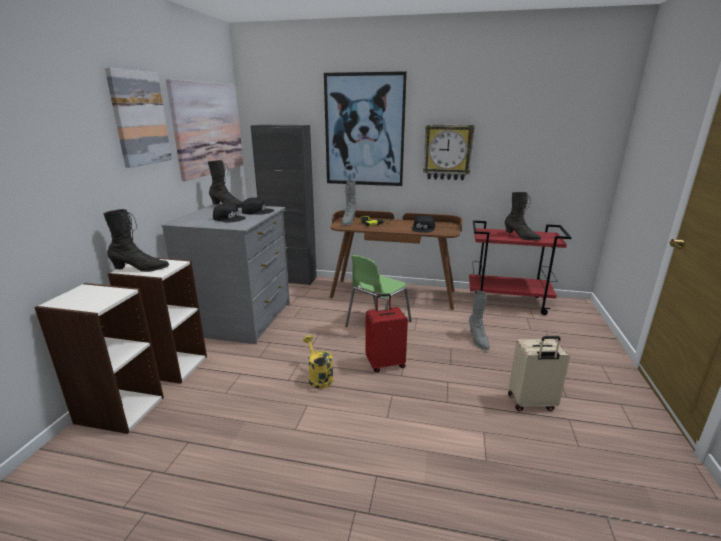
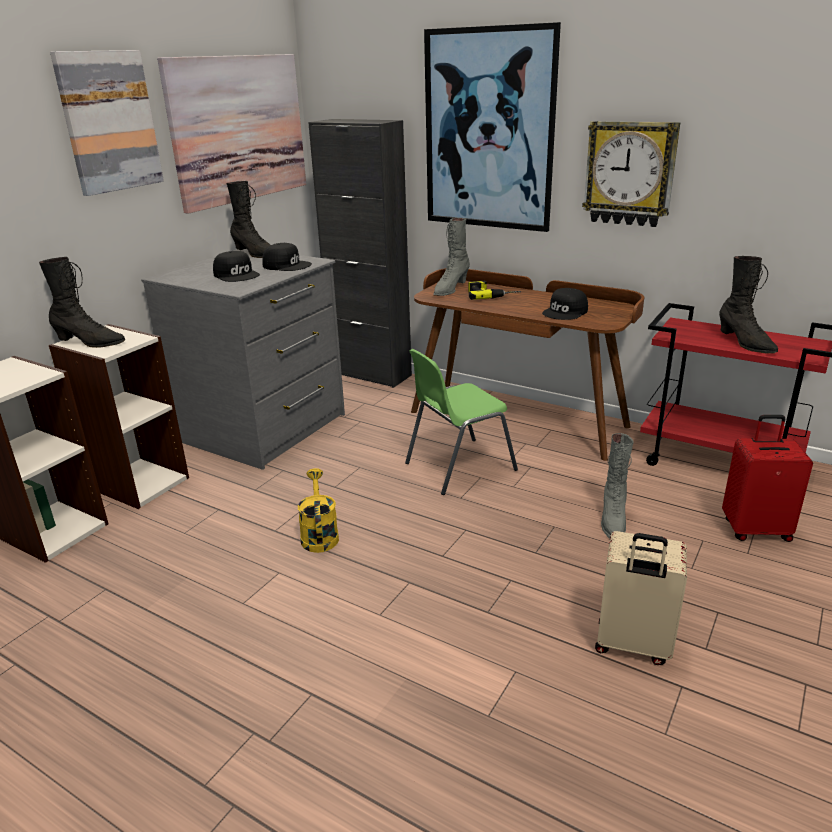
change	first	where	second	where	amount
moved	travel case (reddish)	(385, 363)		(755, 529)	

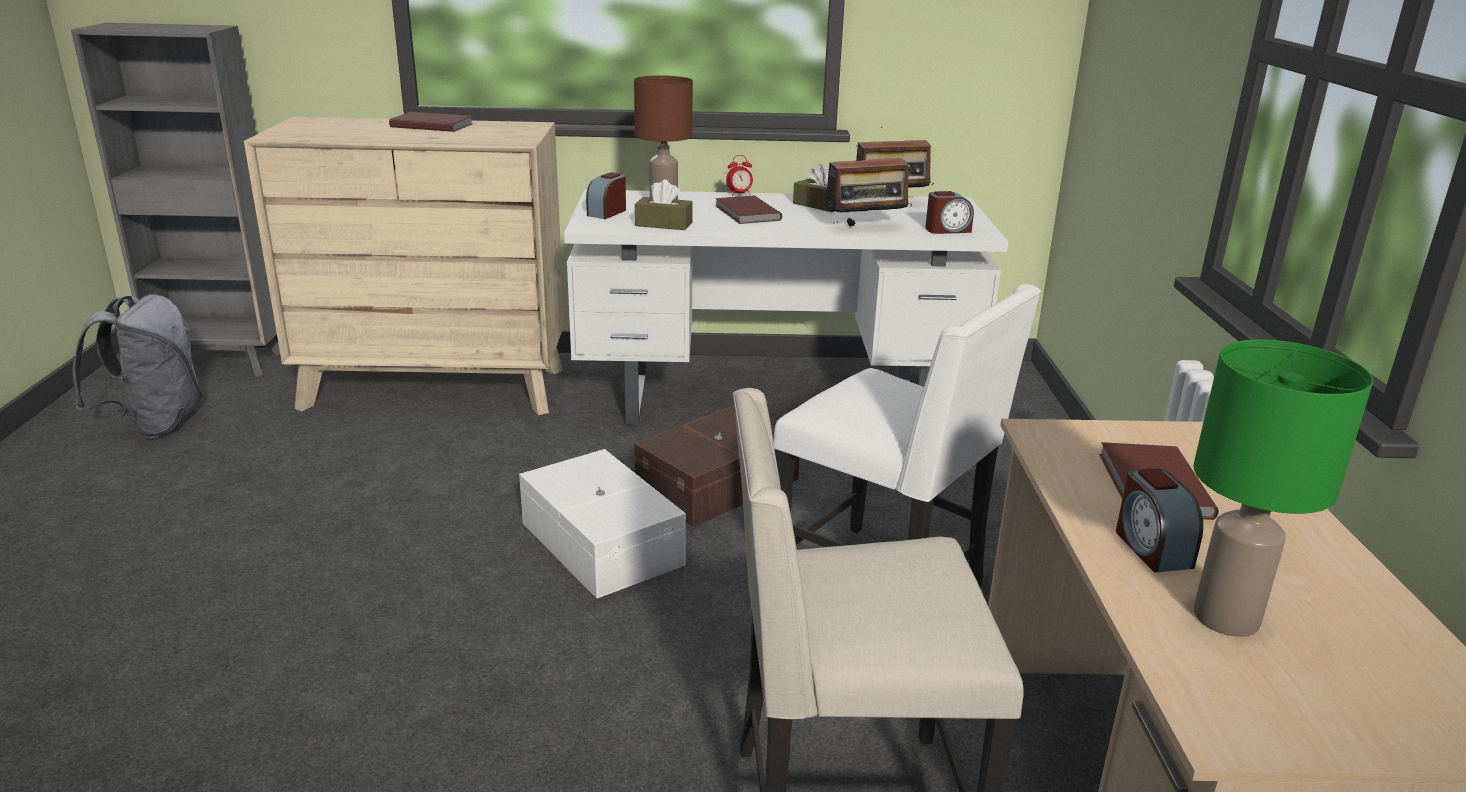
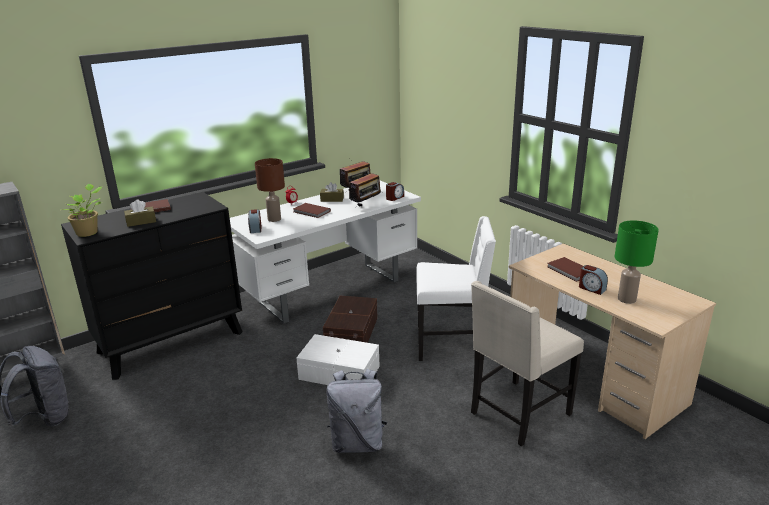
change	first	where	second	where	amount
added			houseplant	(89, 233)	
added			rucksack (greyish)	(357, 443)	
moved	tissue box (brownish)	(663, 224)		(141, 222)	
recoloured	drawer chest (beige-coloured)	(435, 388)	drawer chest (blackish)	(171, 342)	

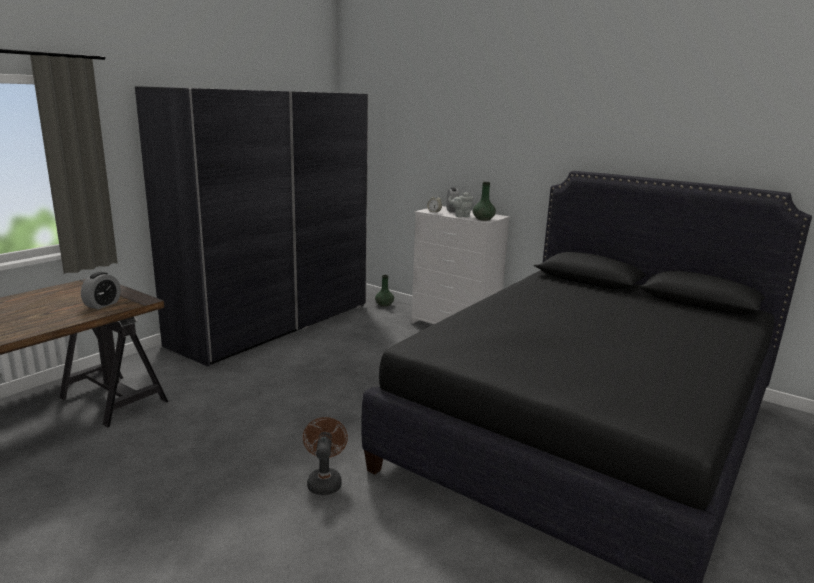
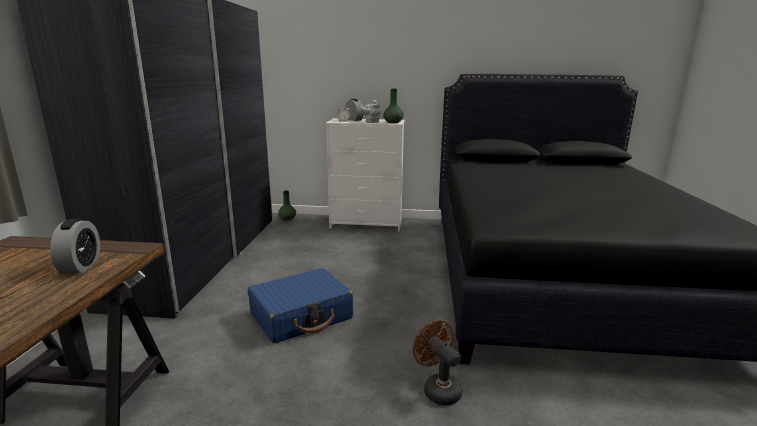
change	first	where	second	where	amount
added			travel case (blue-coloured)	(301, 316)	

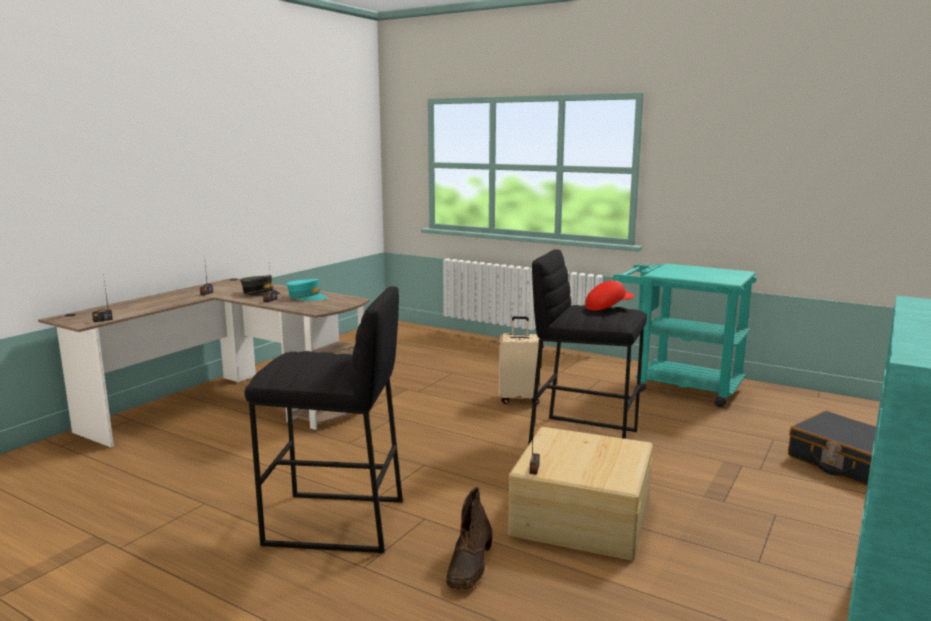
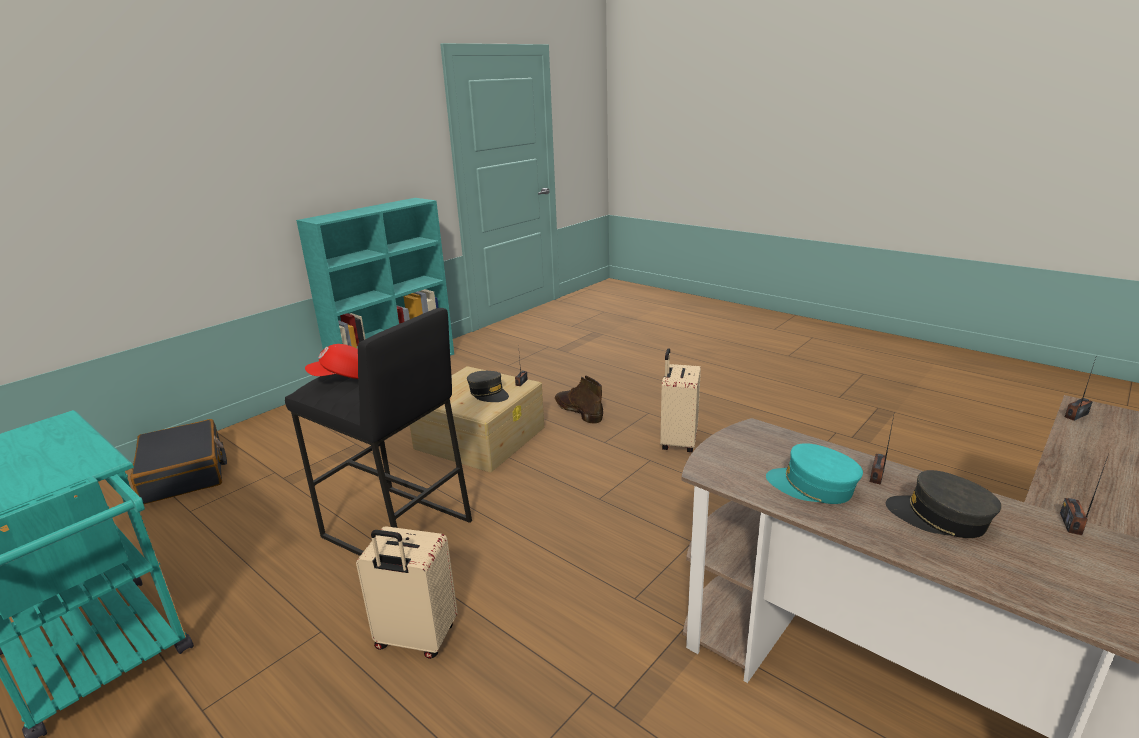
change	first	where	second	where	amount
added			cap (greyish)	(488, 393)	
replaced	stool (blackish)	(334, 523)	travel case (beige-coloured)	(677, 442)	
turned	tall boot (brownish)	(470, 565)		(578, 411)	60 degrees counterclockwise

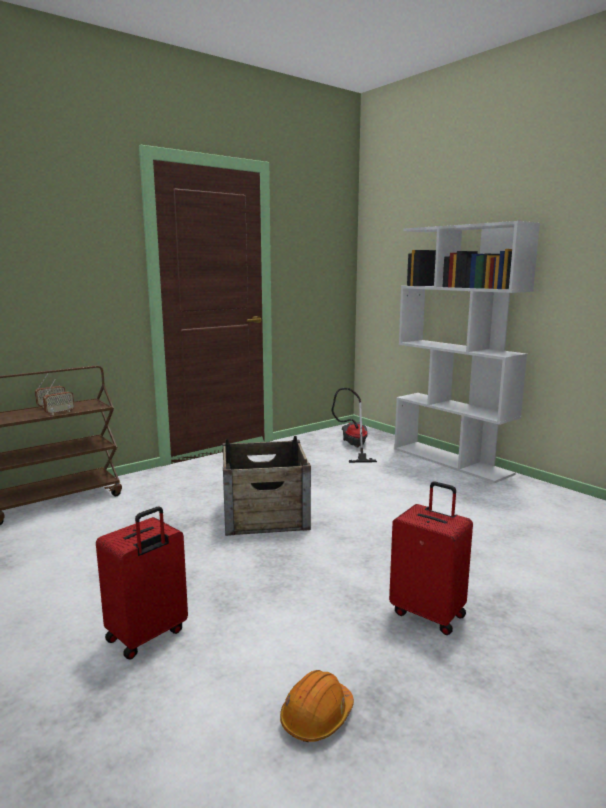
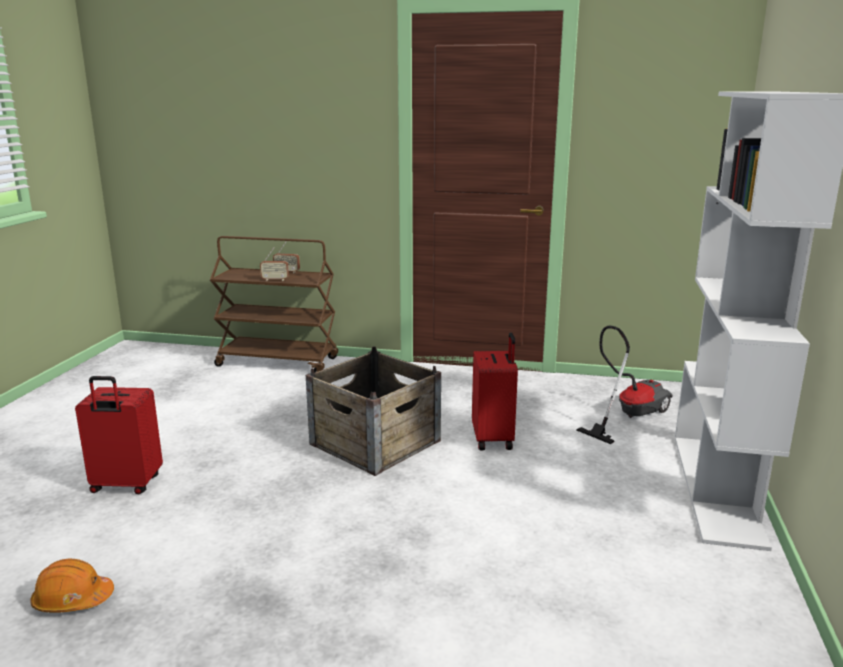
change	first	where	second	where	amount
moved	travel case (reddish)	(429, 613)		(494, 439)	

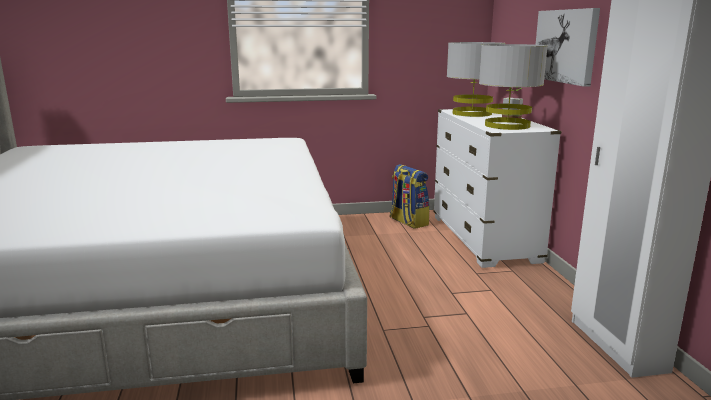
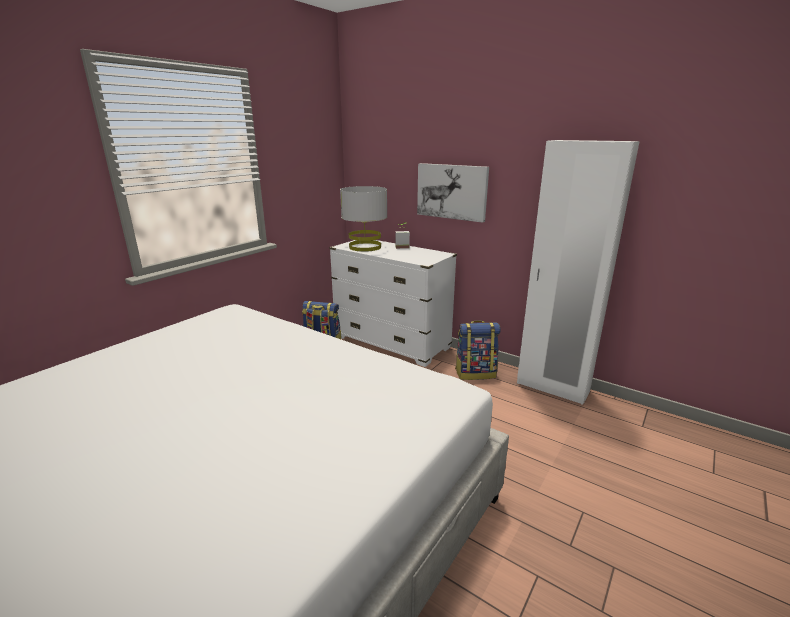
change	first	where	second	where	amount
removed	table lamp (greyish)	(507, 125)			
added			rucksack	(475, 373)	

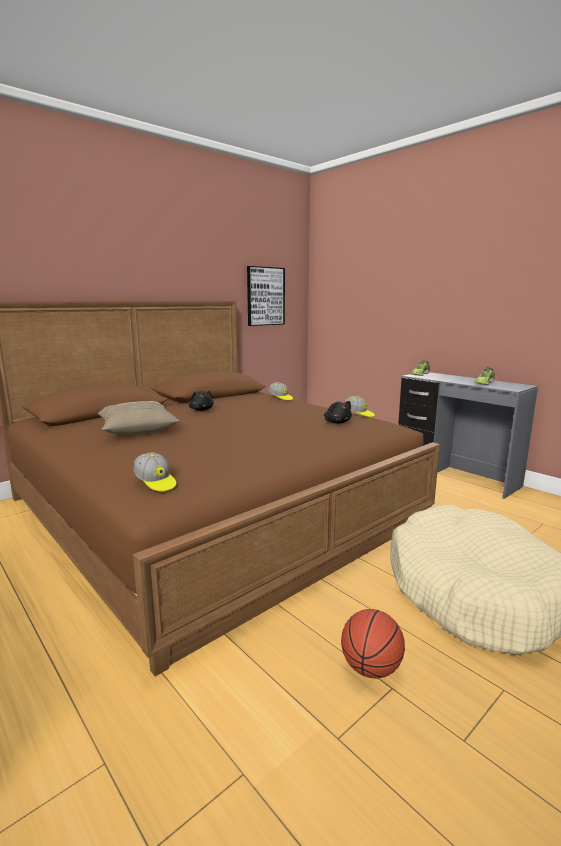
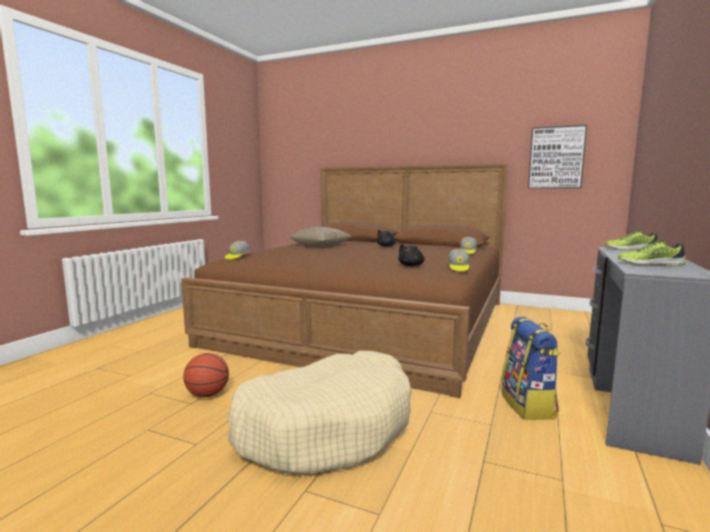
change	first	where	second	where	amount
added			rucksack	(528, 405)	

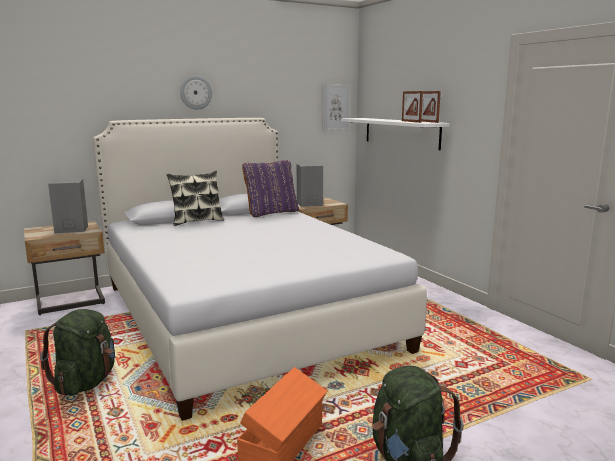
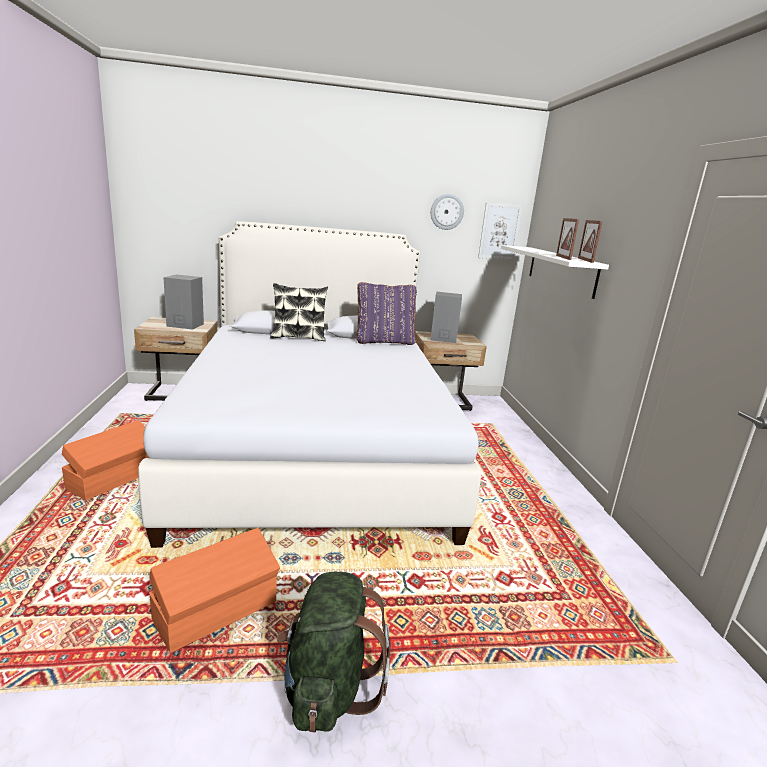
change	first	where	second	where	amount
moved	wall clock	(196, 92)		(447, 212)	
replaced	rucksack (green)	(86, 382)	storage box (orange)	(115, 478)	

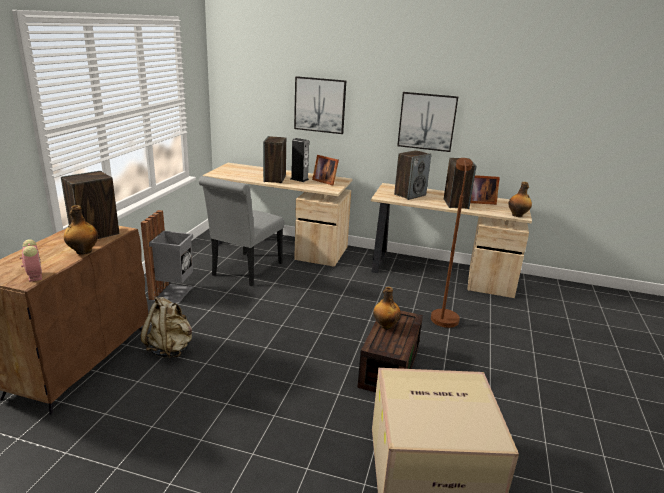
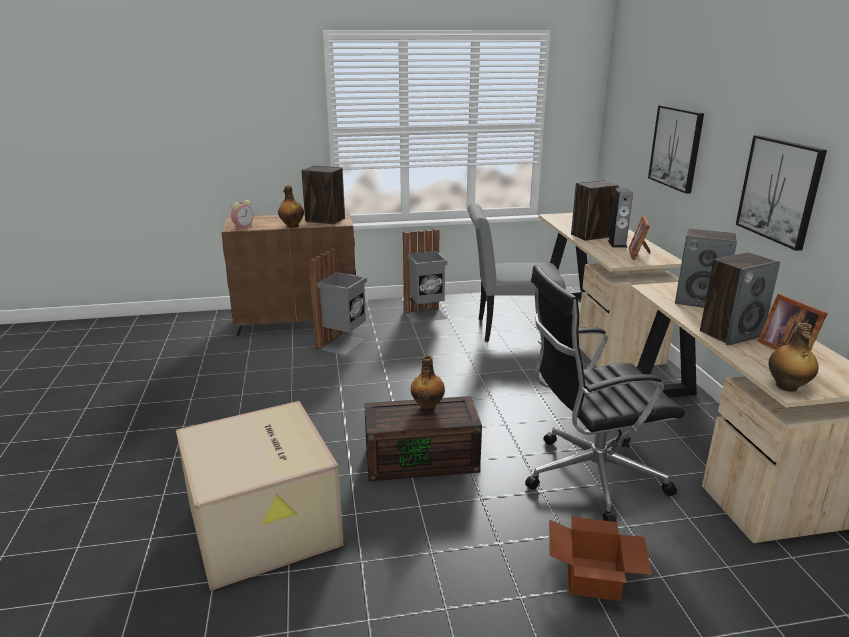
change	first	where	second	where	amount
added			cardboard box	(594, 579)	
replaced	rucksack (beige-coloured)	(170, 349)	rubbish bin (greyish)	(343, 344)	
replaced	standard lamp (brownish)	(443, 315)	office chair (blackish)	(590, 477)	

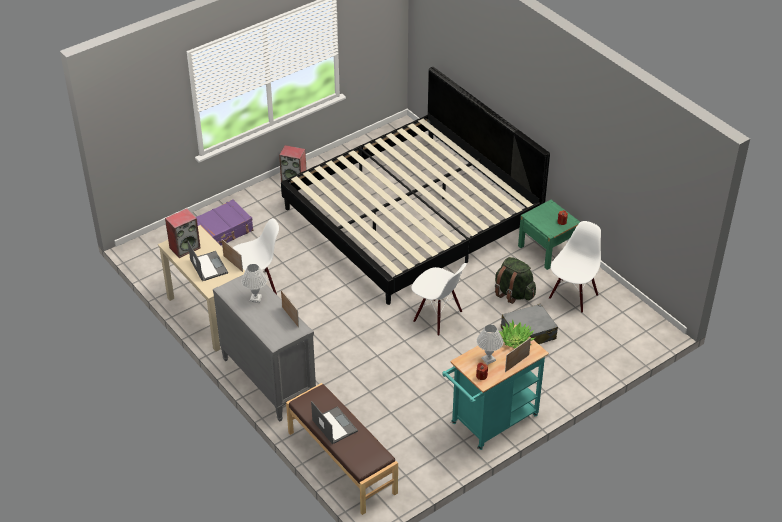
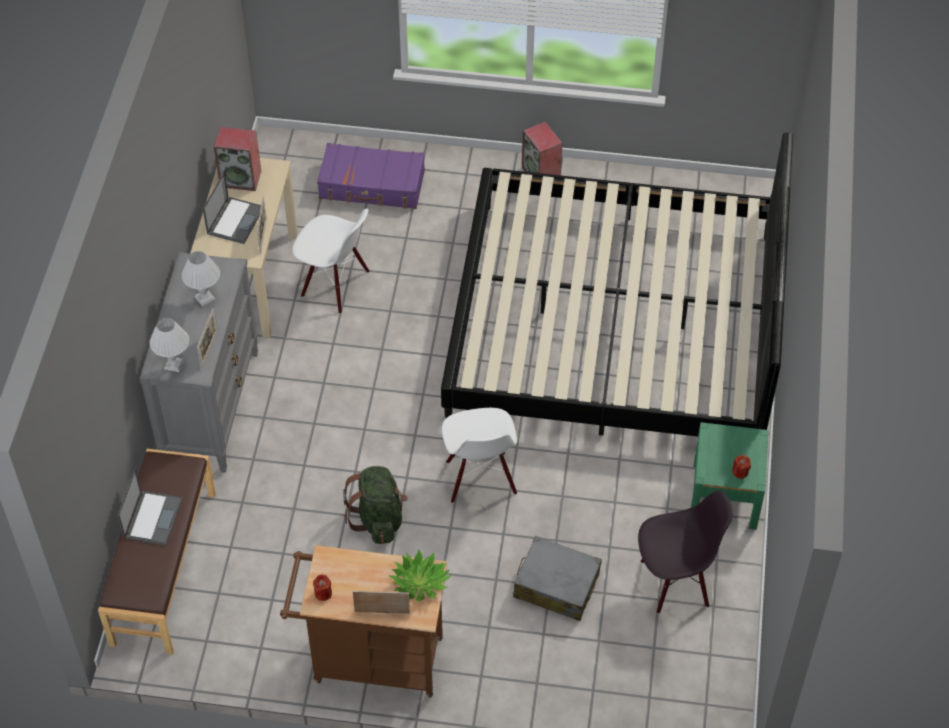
change	first	where	second	where	amount
moved	table lamp (whitish)	(489, 359)		(174, 365)	
moved	rucksack (green)	(513, 293)		(378, 519)	
recoloured	trolley (turquoise)	(490, 423)	trolley (brownish)	(370, 659)	
recoloured	plain chair (whitish)	(572, 296)	plain chair (blackish)	(675, 582)	

